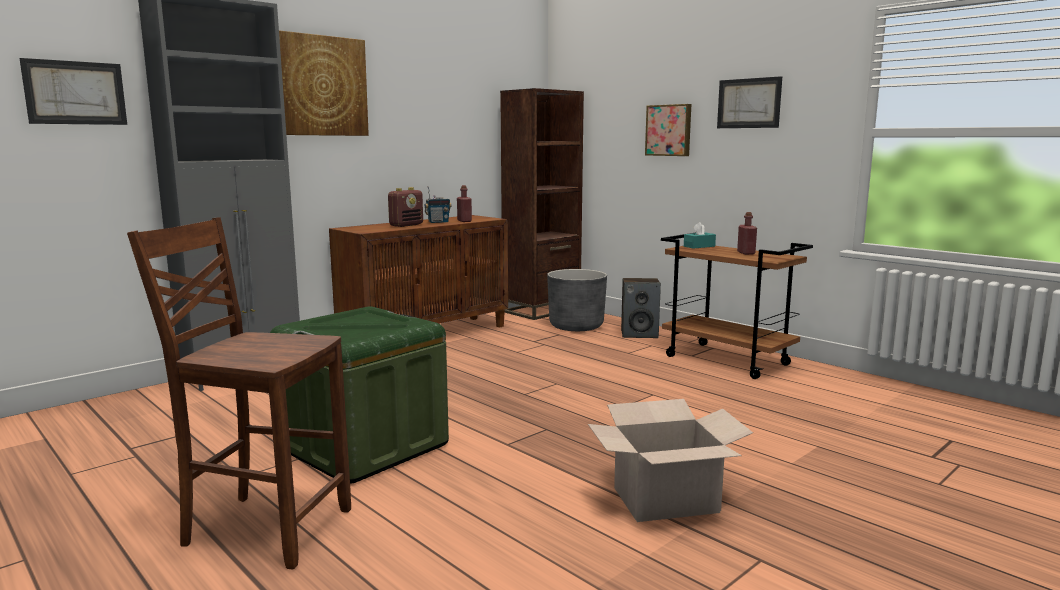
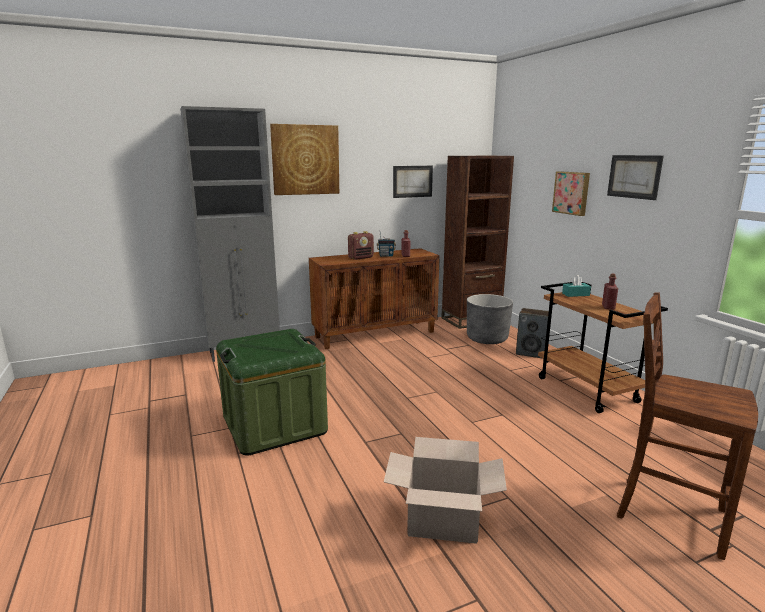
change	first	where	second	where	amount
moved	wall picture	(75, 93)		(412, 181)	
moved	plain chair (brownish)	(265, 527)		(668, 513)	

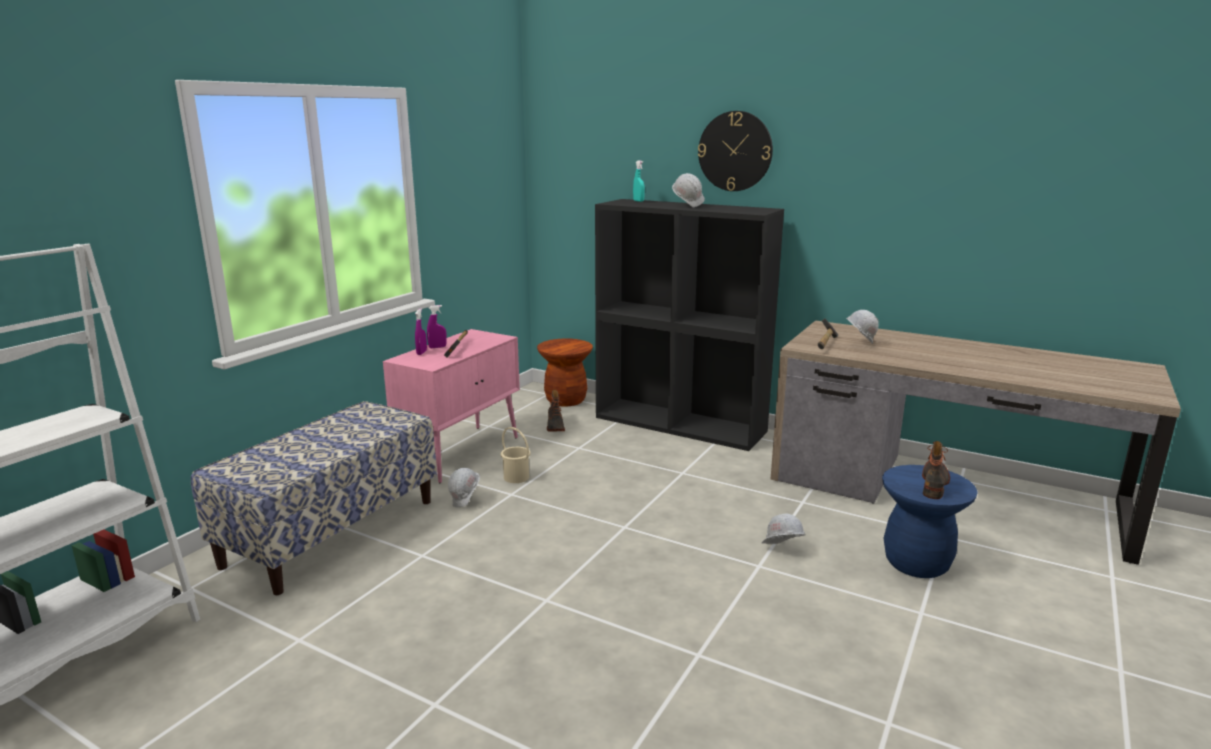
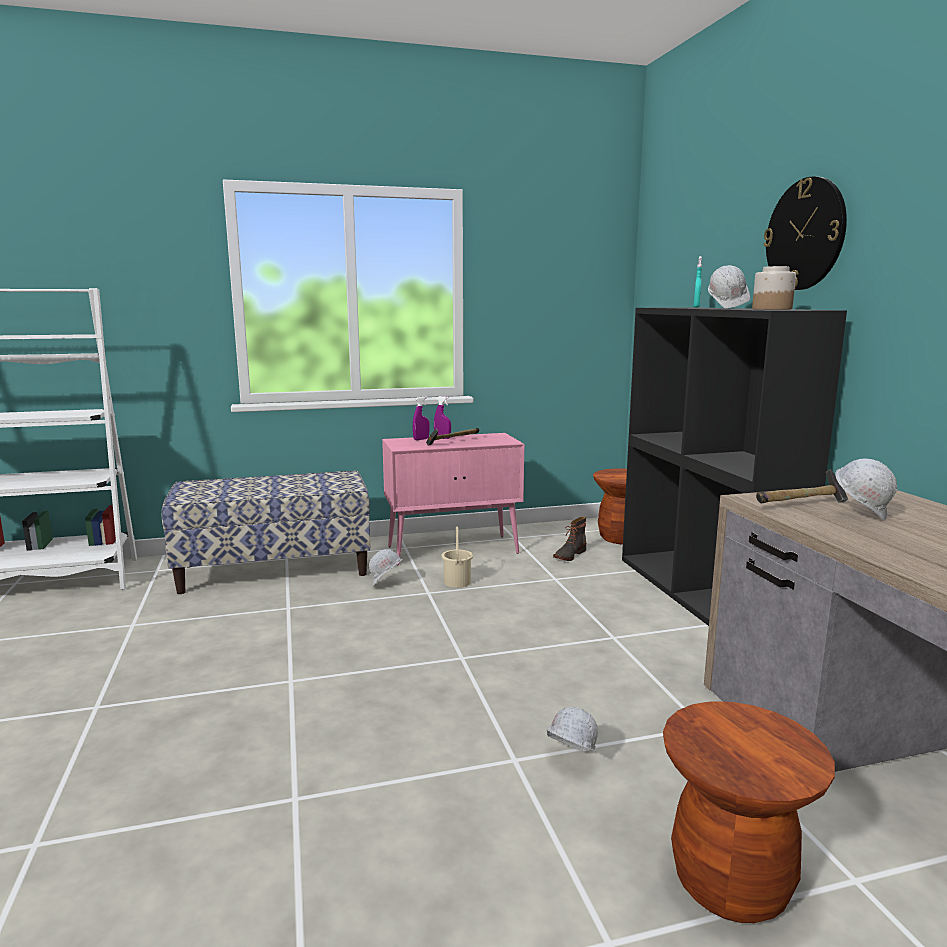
change	first	where	second	where	amount
removed	tall boot	(935, 483)			
added			storage jar	(771, 309)	
recoloured	stool (blue-coloured)	(916, 563)	stool (brownish)	(731, 883)	

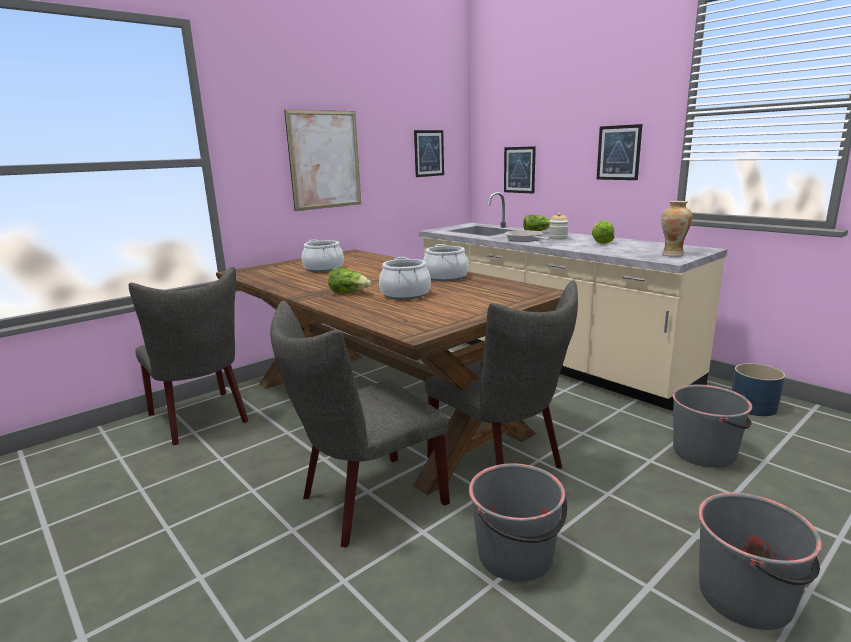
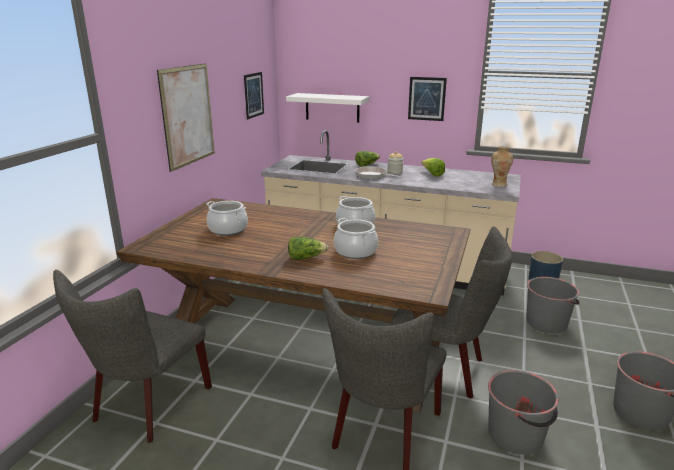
change	first	where	second	where	amount
replaced	wall picture	(519, 170)	shelf (whitish)	(332, 107)	
turned	plain chair (greyish)	(201, 419)		(147, 407)	90 degrees clockwise

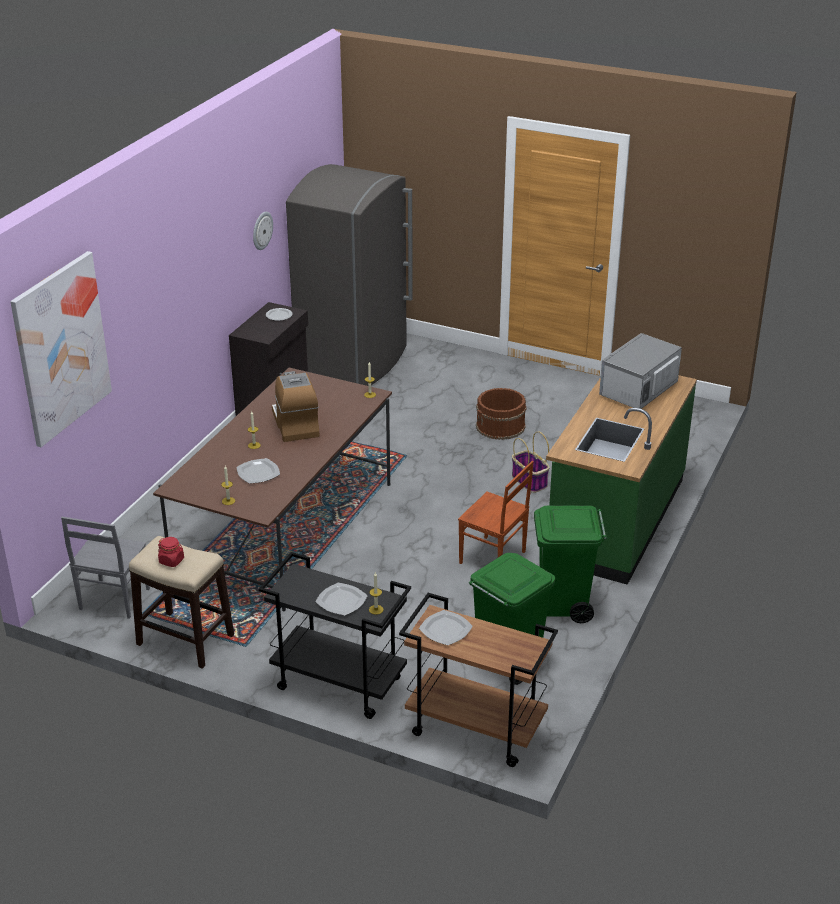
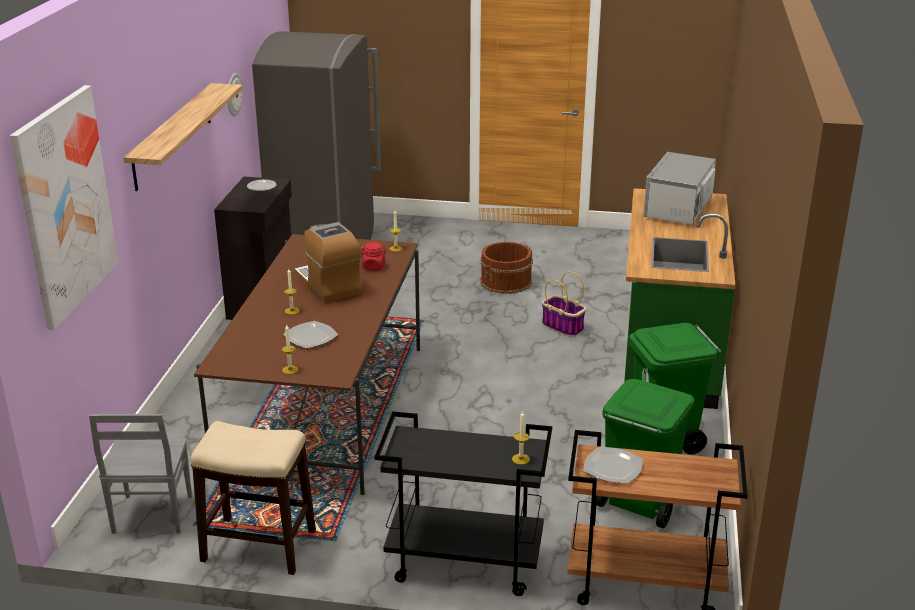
change	first	where	second	where	amount
removed	plate	(341, 600)			
removed	plain chair (brownish)	(493, 558)			
added			shelf	(172, 135)	
moved	storage jar (reddish)	(172, 561)		(374, 267)	

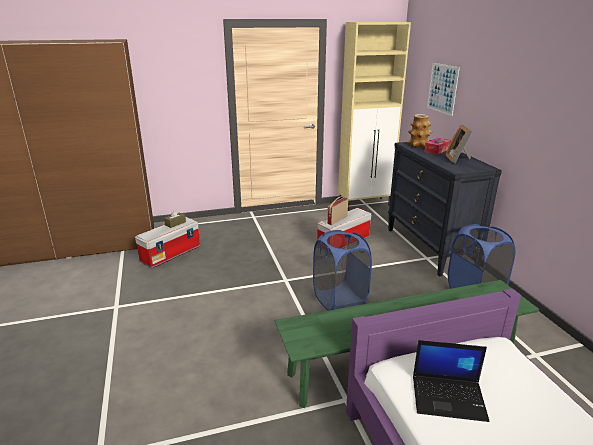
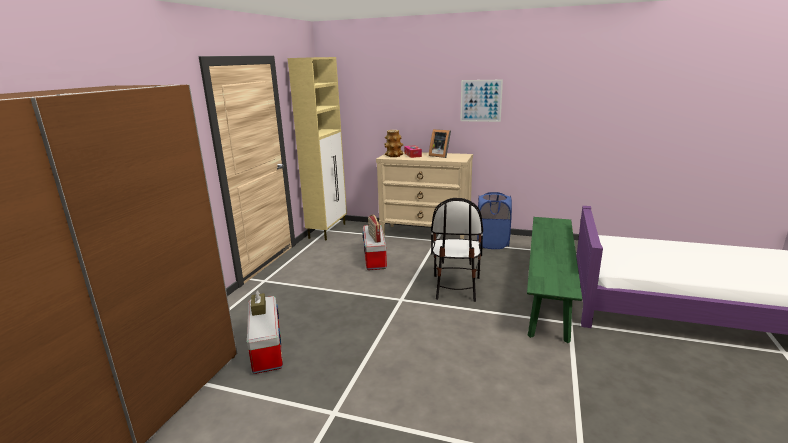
change	first	where	second	where	amount
removed	portable computer	(449, 397)			
moved	wall picture	(442, 88)		(481, 100)	
replaced	hamper (blue-coloured)	(339, 300)	plain chair	(455, 287)	
recoloured	drawer chest (blackish)	(430, 248)	drawer chest (beige-coloured)	(425, 235)	

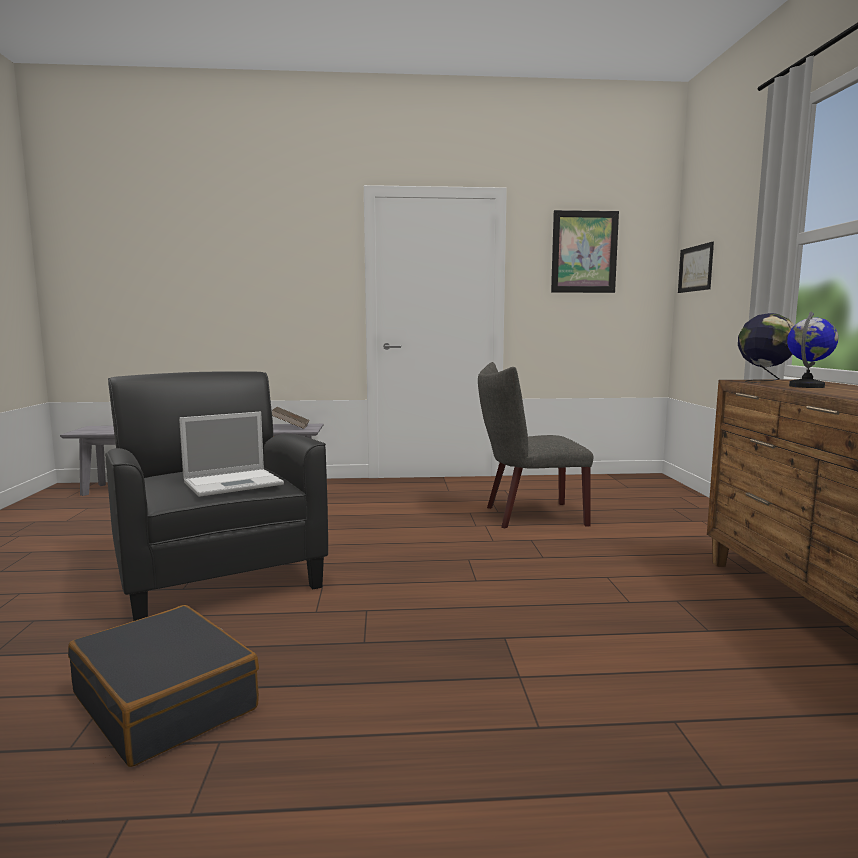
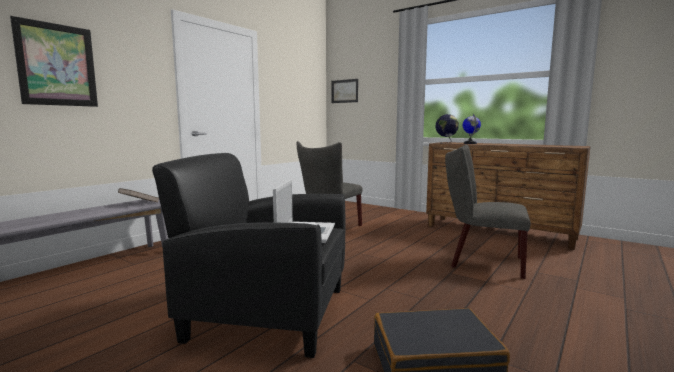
change	first	where	second	where	amount
added			plain chair (greyish)	(481, 262)	
moved	wall picture	(584, 252)		(57, 65)	

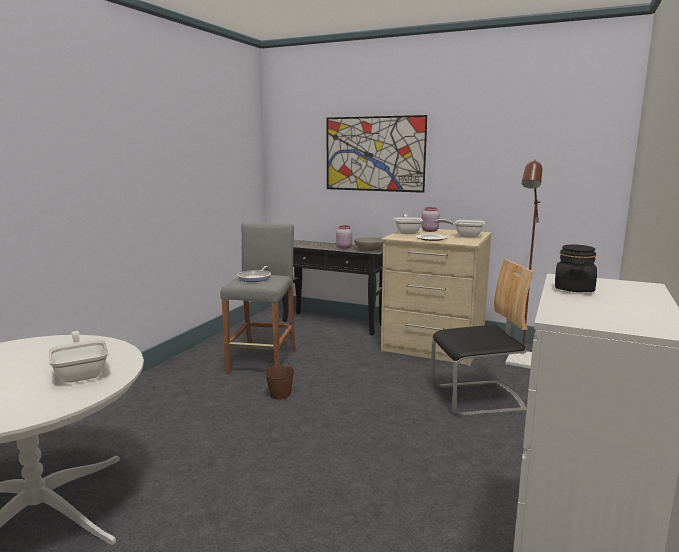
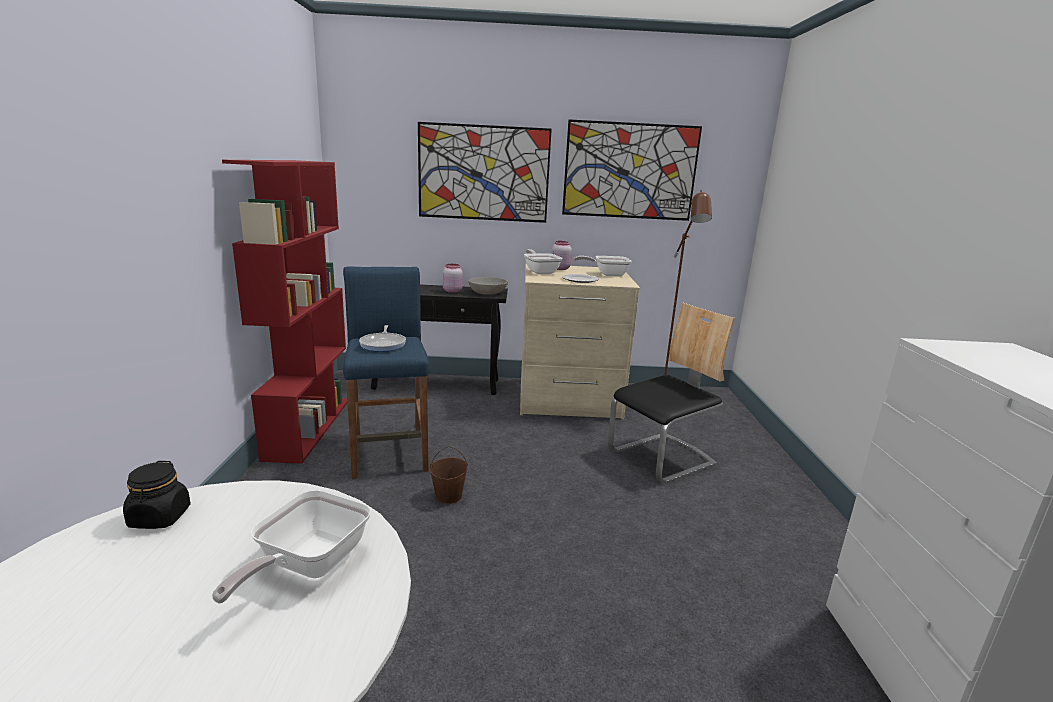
change	first	where	second	where	amount
added			shelving unit (reddish)	(308, 427)	
added			wall picture	(630, 171)	
moved	storage jar (blackish)	(574, 289)		(159, 517)	
recoloured	stool (greyish)	(263, 362)	stool (blue-coloured)	(389, 451)	
turned	frying pan	(81, 373)		(306, 566)	105 degrees counterclockwise

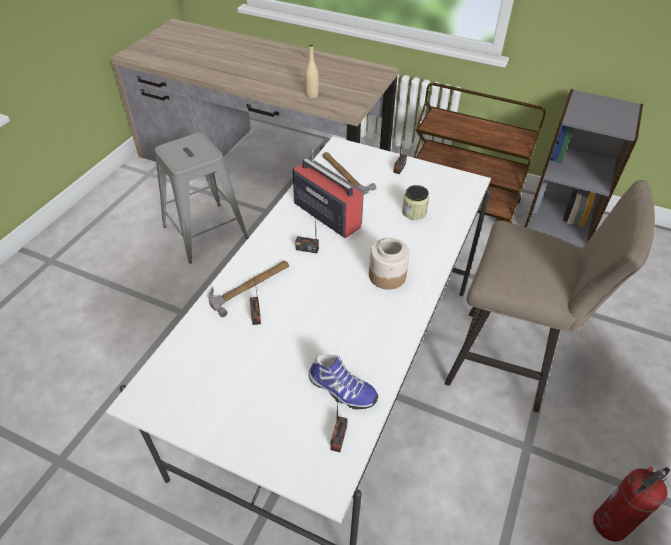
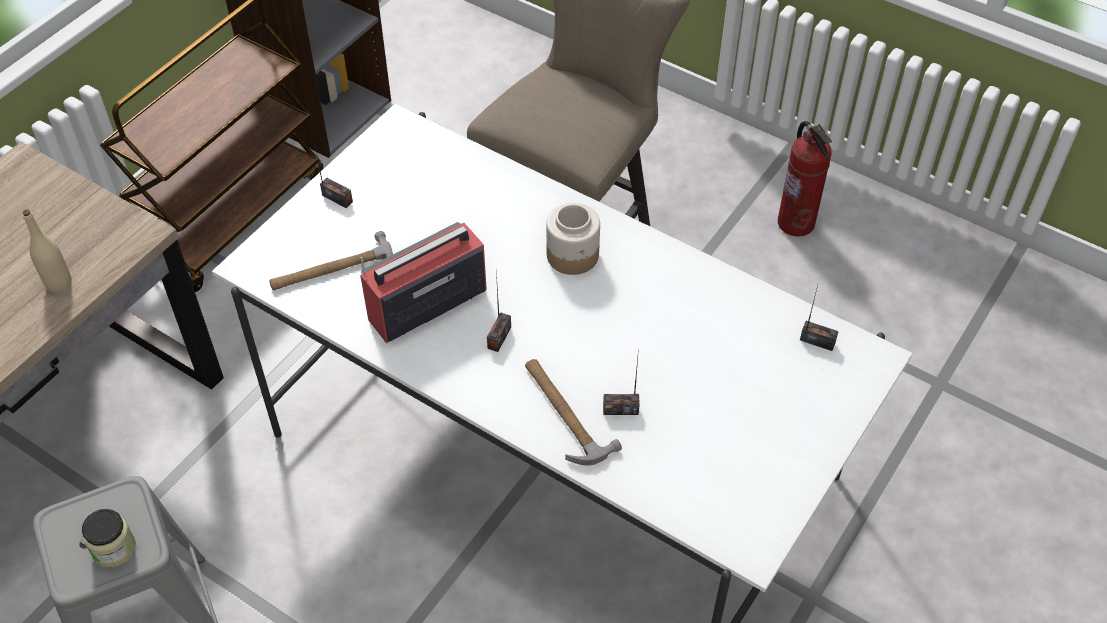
change	first	where	second	where	amount
removed	shoe	(341, 391)			
moved	storage jar	(414, 212)		(114, 548)	

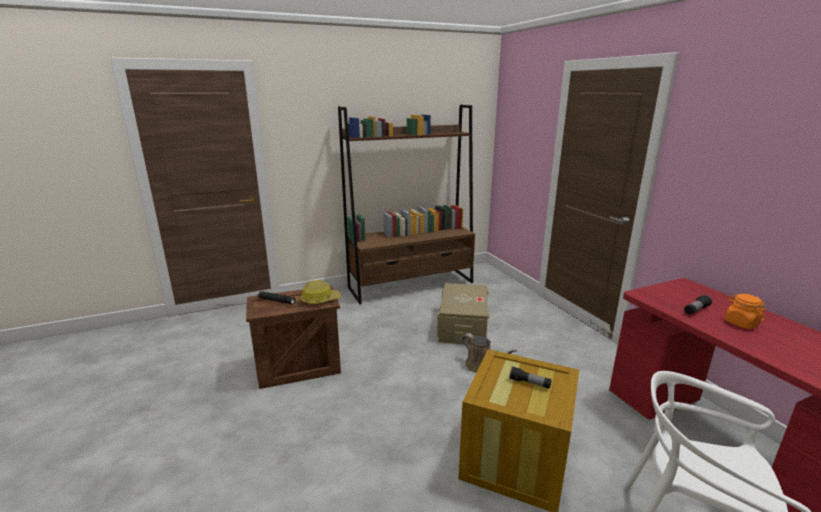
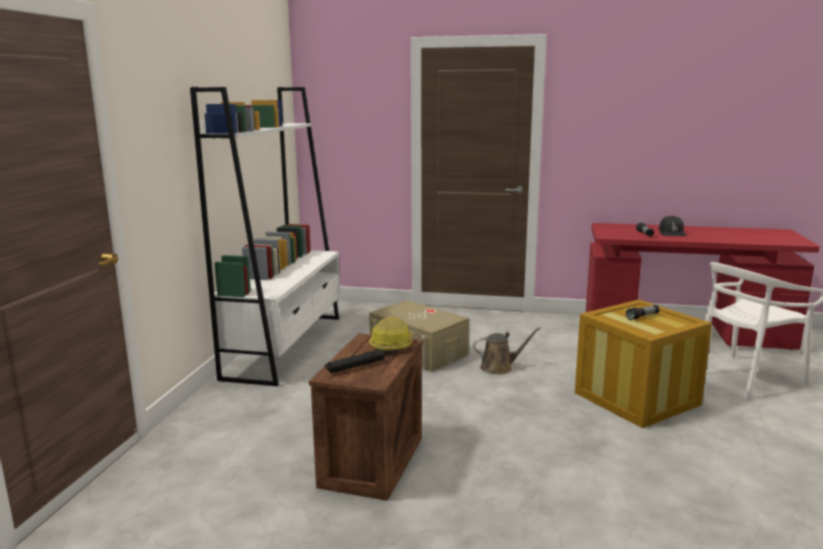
change	first	where	second	where	amount
replaced	storage jar (orange)	(741, 323)	cap (blackish)	(671, 233)	
recoloured	shelving unit (brownish)	(411, 285)	shelving unit (whitish)	(285, 346)	

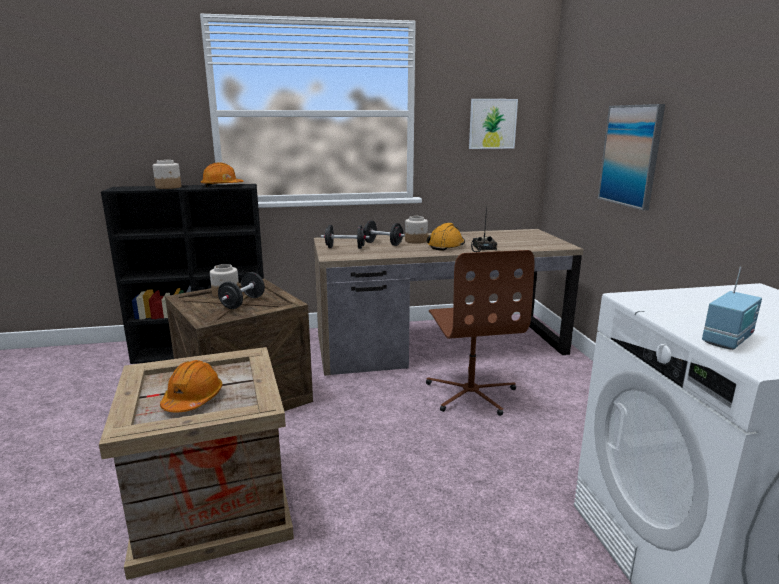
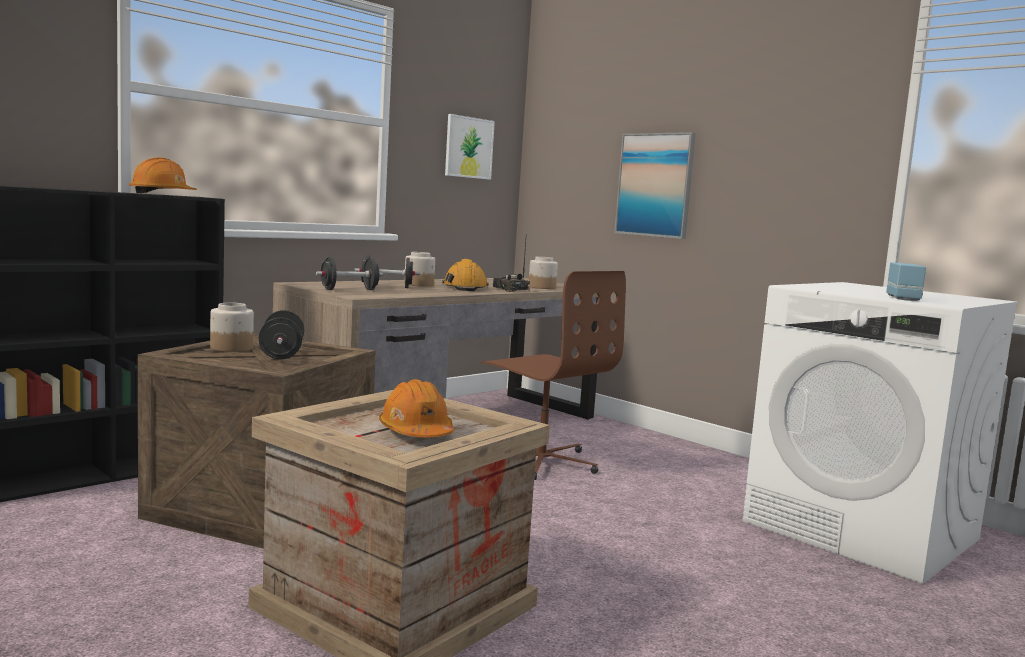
change	first	where	second	where	amount
moved	storage jar	(169, 187)		(542, 287)	

